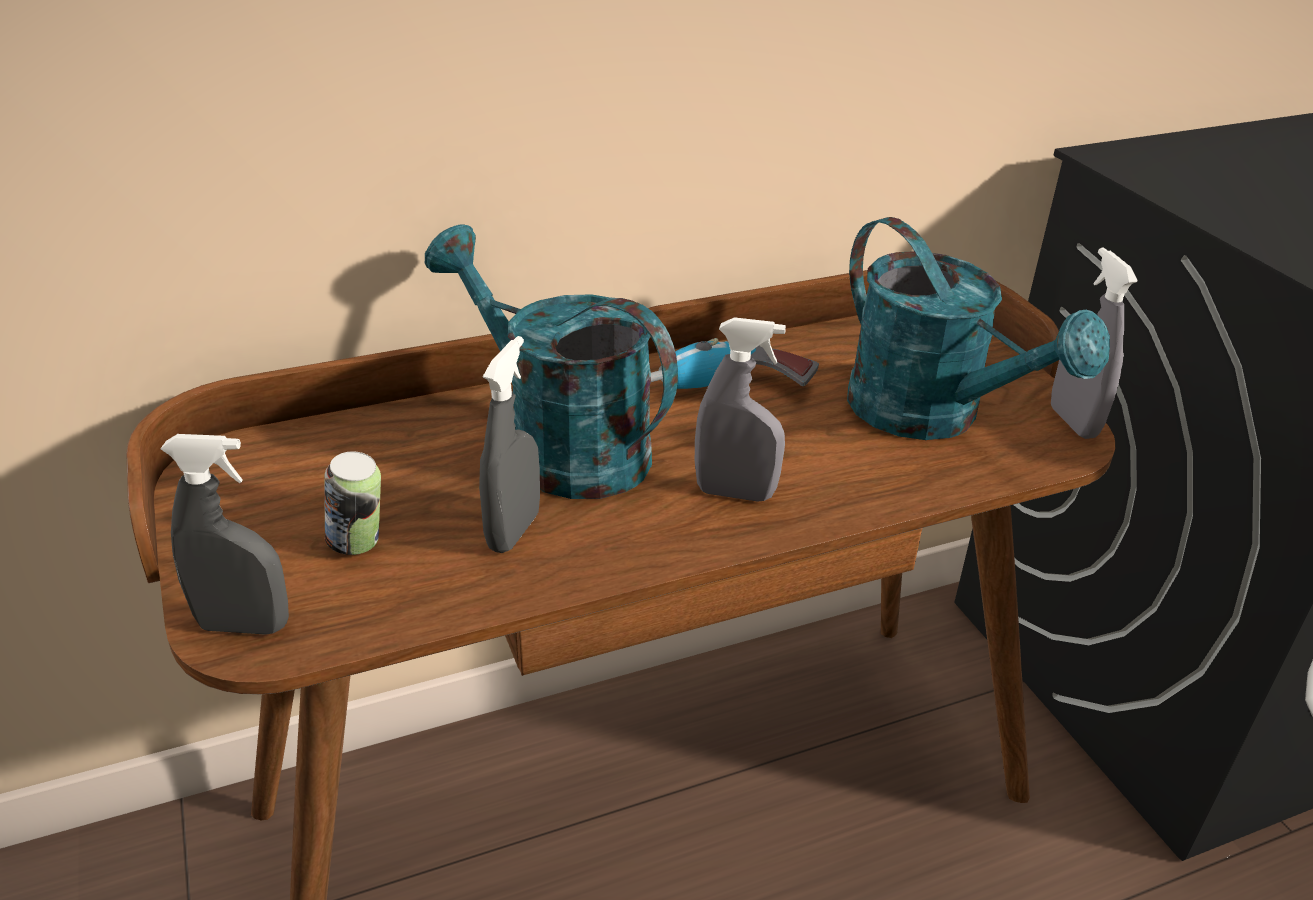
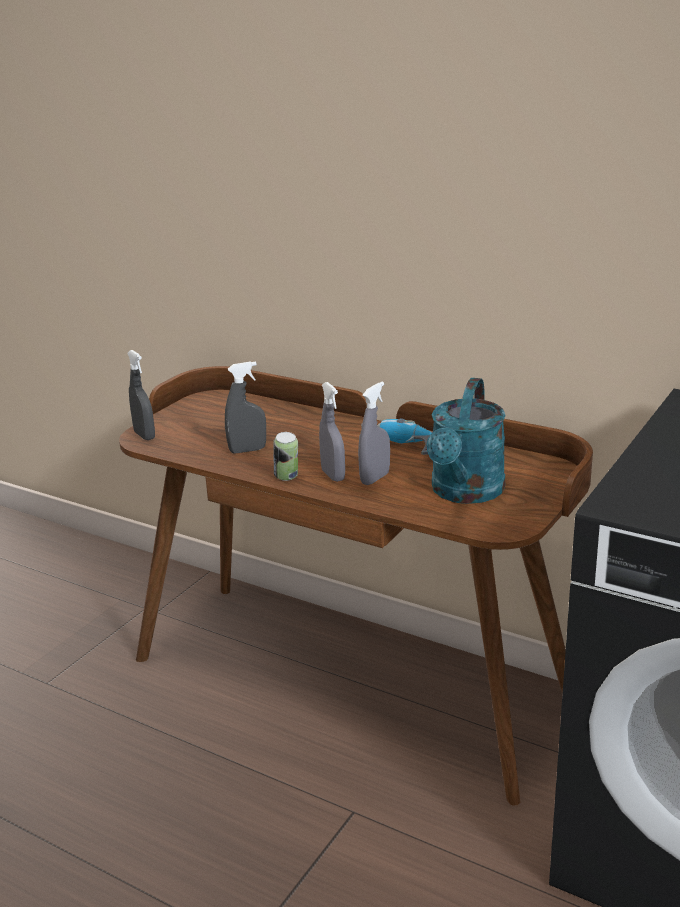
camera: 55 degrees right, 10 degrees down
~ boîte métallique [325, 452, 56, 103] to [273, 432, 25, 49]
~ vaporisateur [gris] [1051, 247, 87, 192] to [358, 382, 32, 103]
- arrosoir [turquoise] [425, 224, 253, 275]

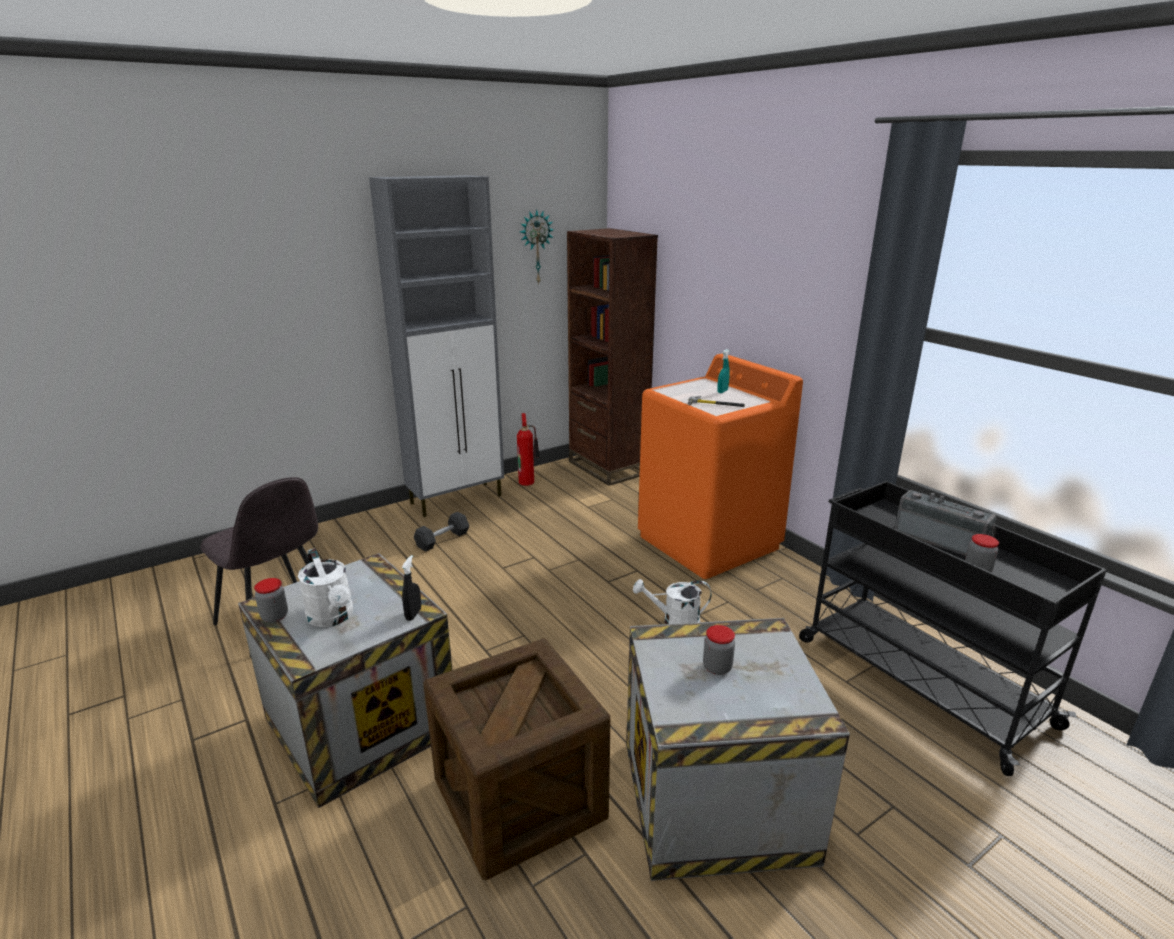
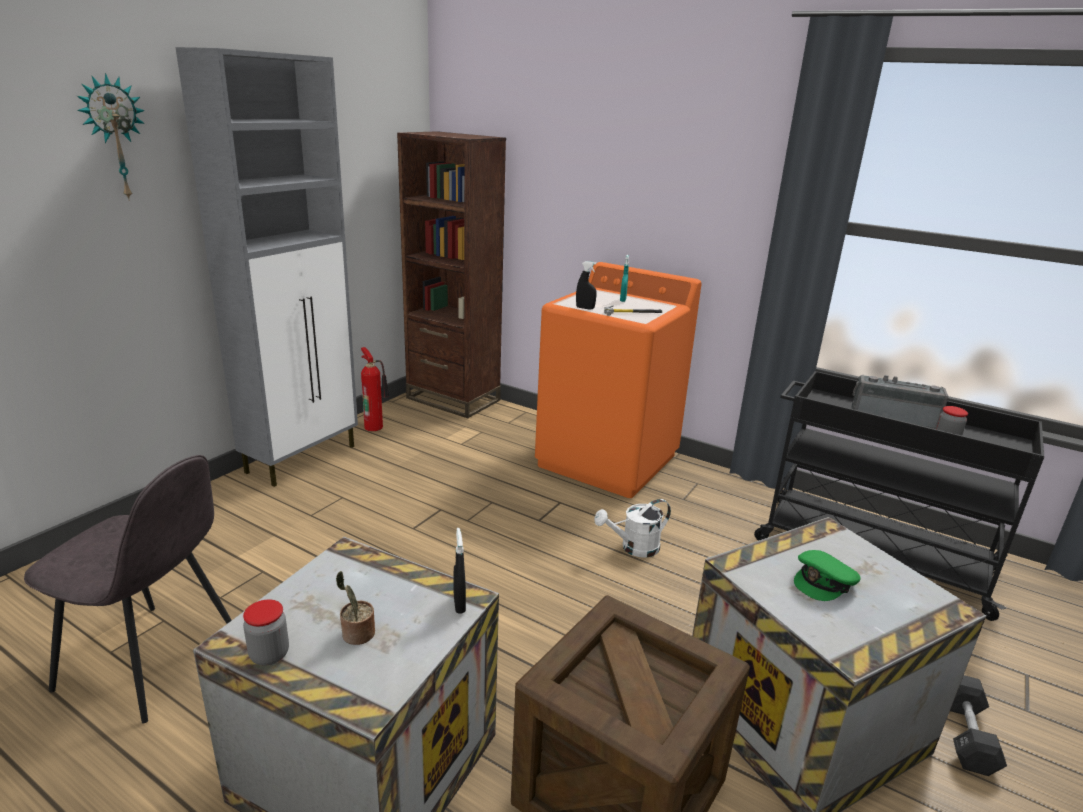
camera: 25 degrees left, 0 degrees up
~ horloge murale [520, 210, 34, 75] to [77, 73, 68, 128]
~ arrosoir [blanc] [298, 548, 55, 79] to plante en pot [336, 571, 39, 74]
+ vaporisateur [noir] [576, 261, 21, 48]
~ bocal [703, 625, 32, 50] to casquette [vert] [794, 550, 67, 51]
~ haltère [noir] [414, 512, 55, 40] to [950, 675, 57, 101]

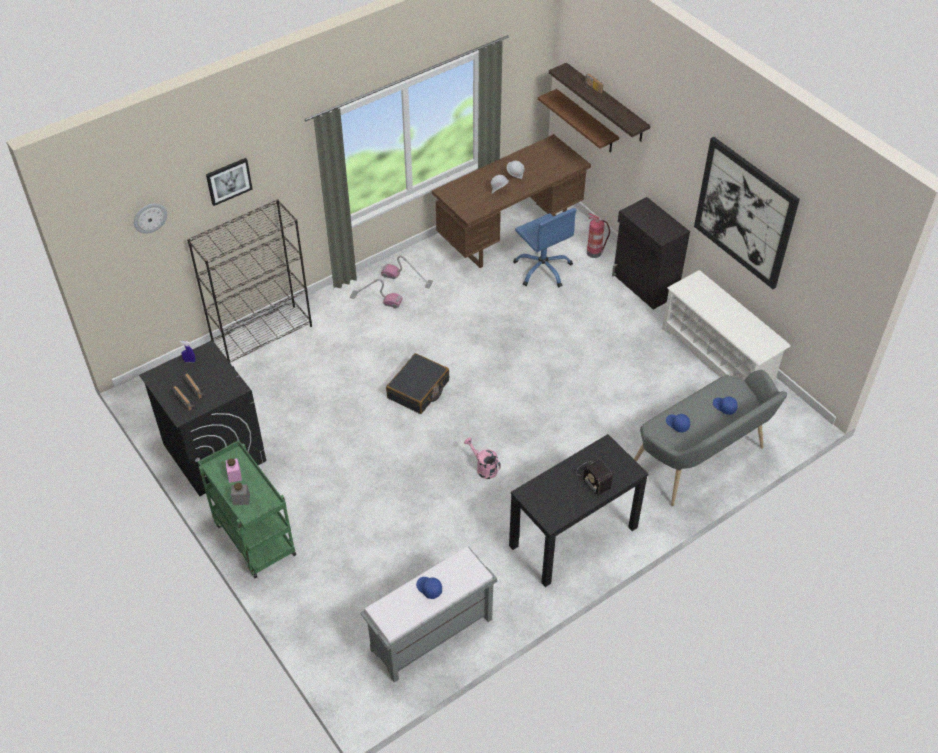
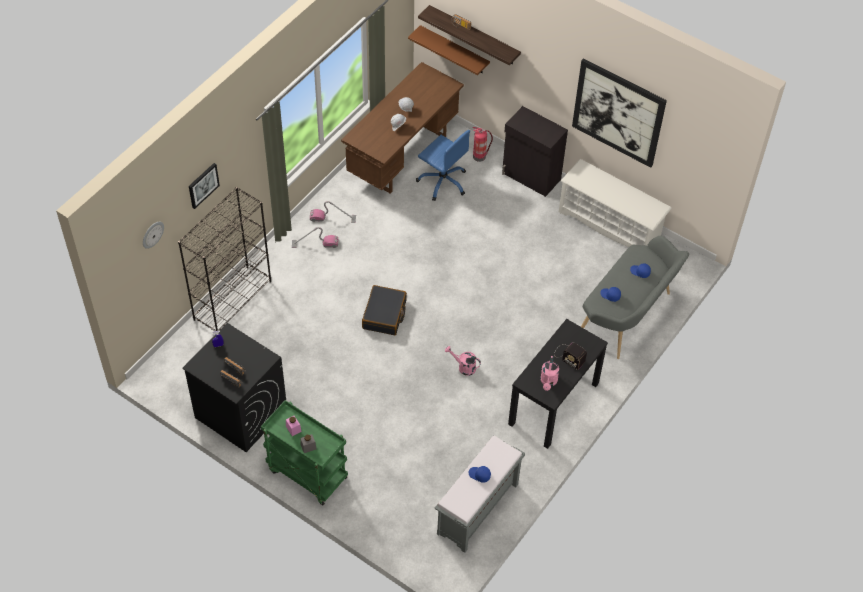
camera: 20 degrees left, 5 degrees up
+ arrosoir [rose] [540, 356, 19, 35]

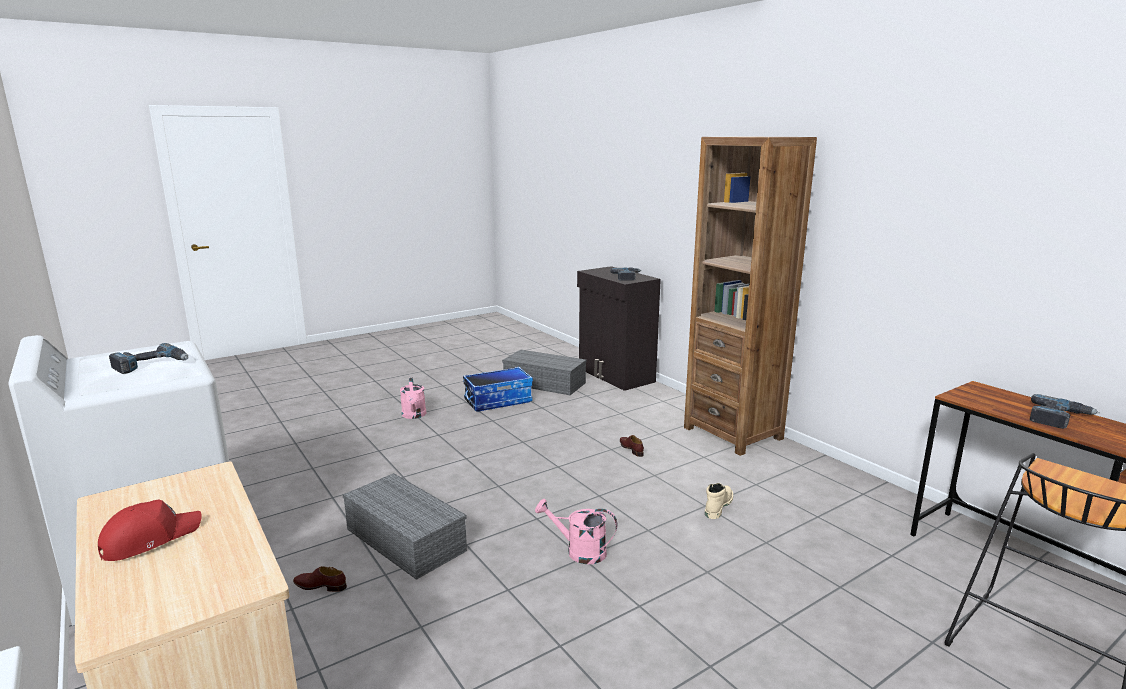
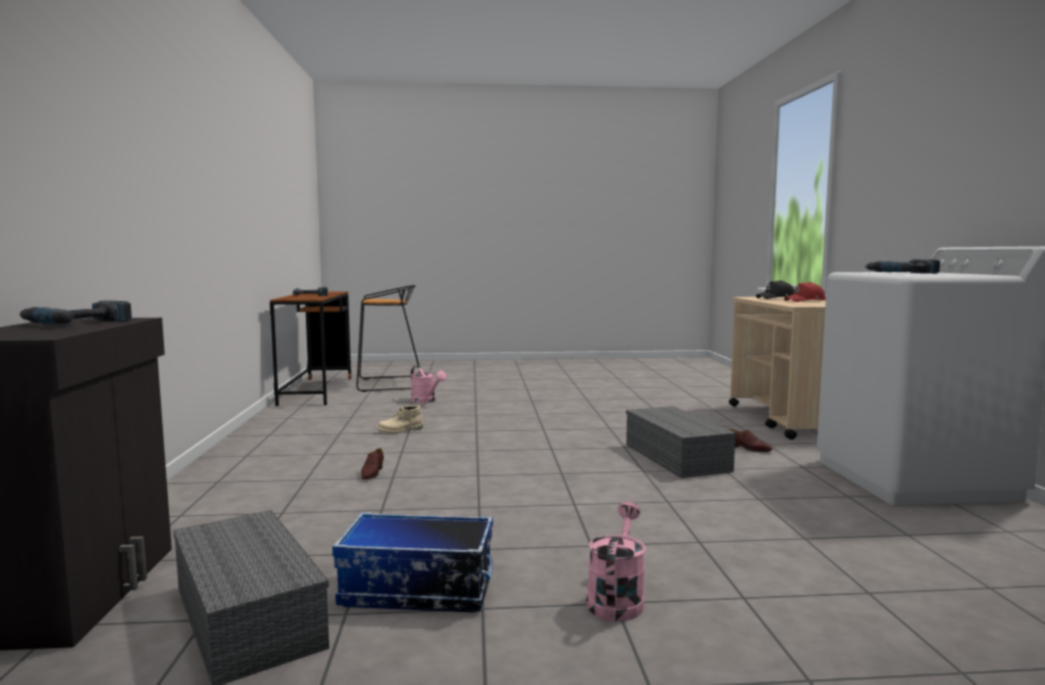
camera: 150 degrees left, 10 degrees down
~ arrosoir [rose] [535, 499, 82, 65] to [411, 366, 36, 37]
+ casquette [noir] [756, 280, 38, 19]
- bibliothèque [marron] [684, 137, 133, 319]

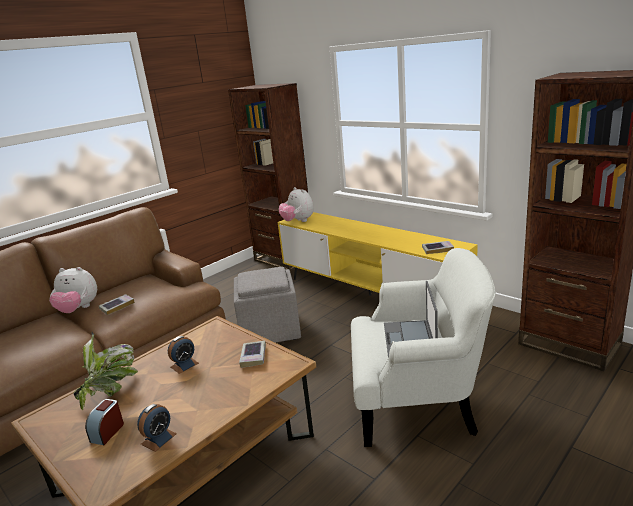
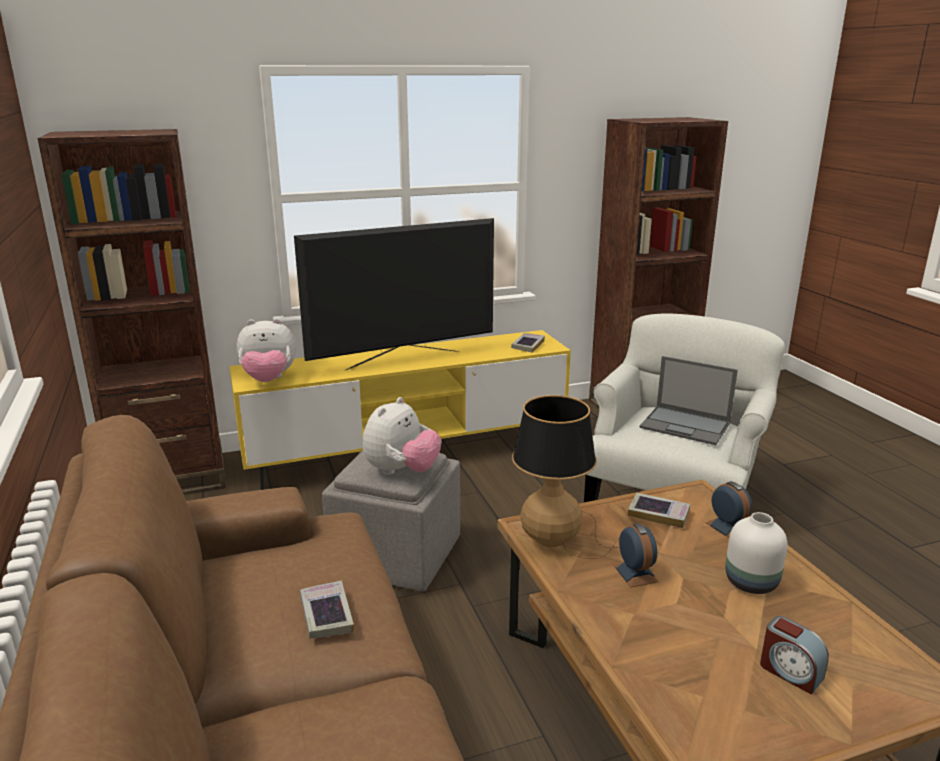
camera: 65 degrees left, 0 degrees up
+ téléviseur [294, 218, 200, 152]
~ peluche [49, 267, 48, 46] to [363, 397, 78, 78]
+ lampe de table [512, 395, 106, 164]
~ réveil [137, 404, 40, 48] to [705, 481, 47, 57]
+ vase [blanc] [725, 512, 63, 82]
- plante en pot [74, 332, 64, 79]

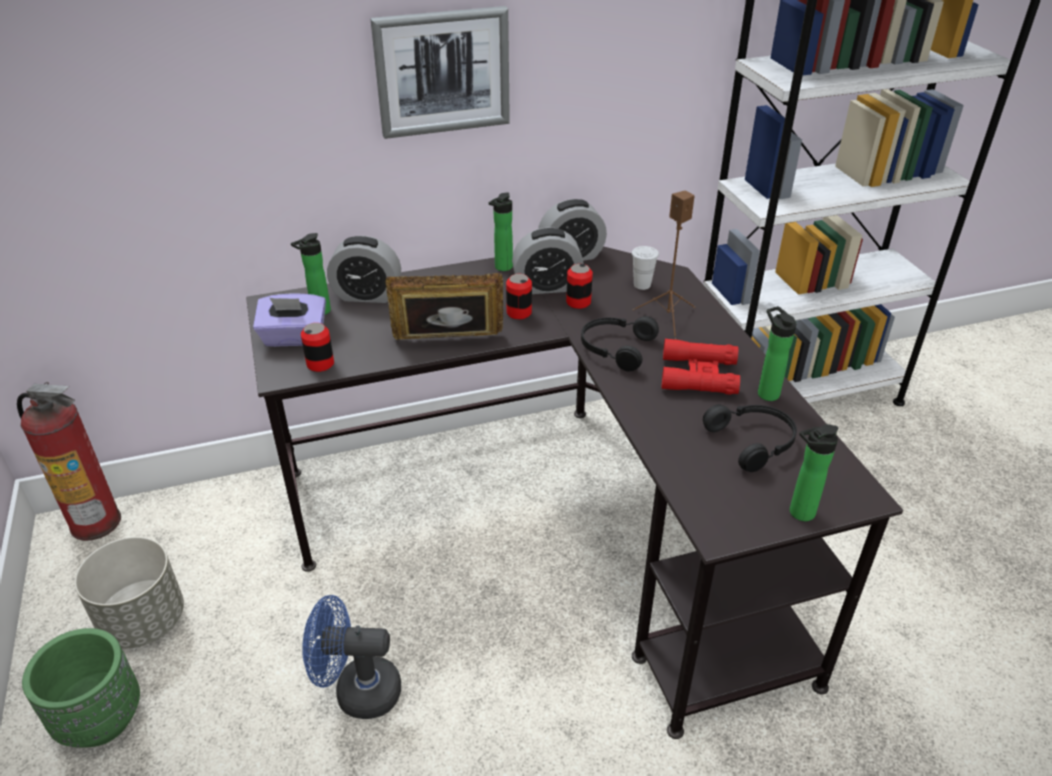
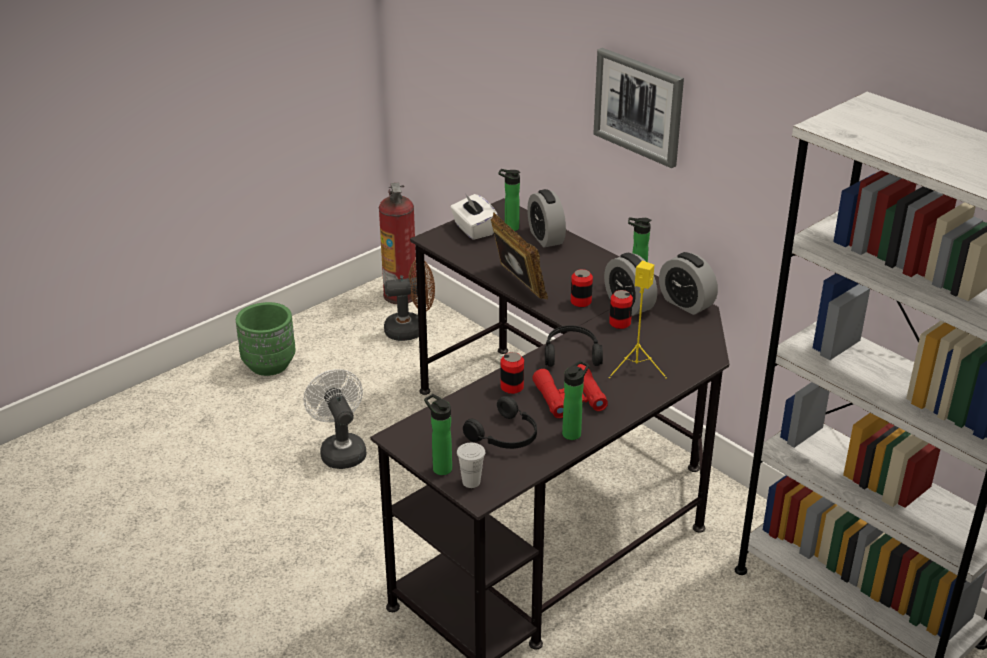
camera: 65 degrees right, 5 degrees down
~ ventilateur [bleu] [302, 595, 99, 124] to ventilateur [blanc] [304, 369, 62, 100]
+ ventilateur [marron] [384, 260, 51, 81]
~ boîte à mouchoirs [violet] [253, 293, 73, 54] to boîte à mouchoirs [blanc] [450, 193, 48, 47]
~ tasse [blanc] [632, 246, 27, 44] to [457, 443, 28, 45]
~ boîte métallique [301, 323, 33, 49] to [501, 352, 23, 42]
~ enceinte [marron] [633, 190, 62, 150] to enceinte [jaune] [609, 260, 58, 119]
- cache-pot [gris] [75, 537, 109, 111]

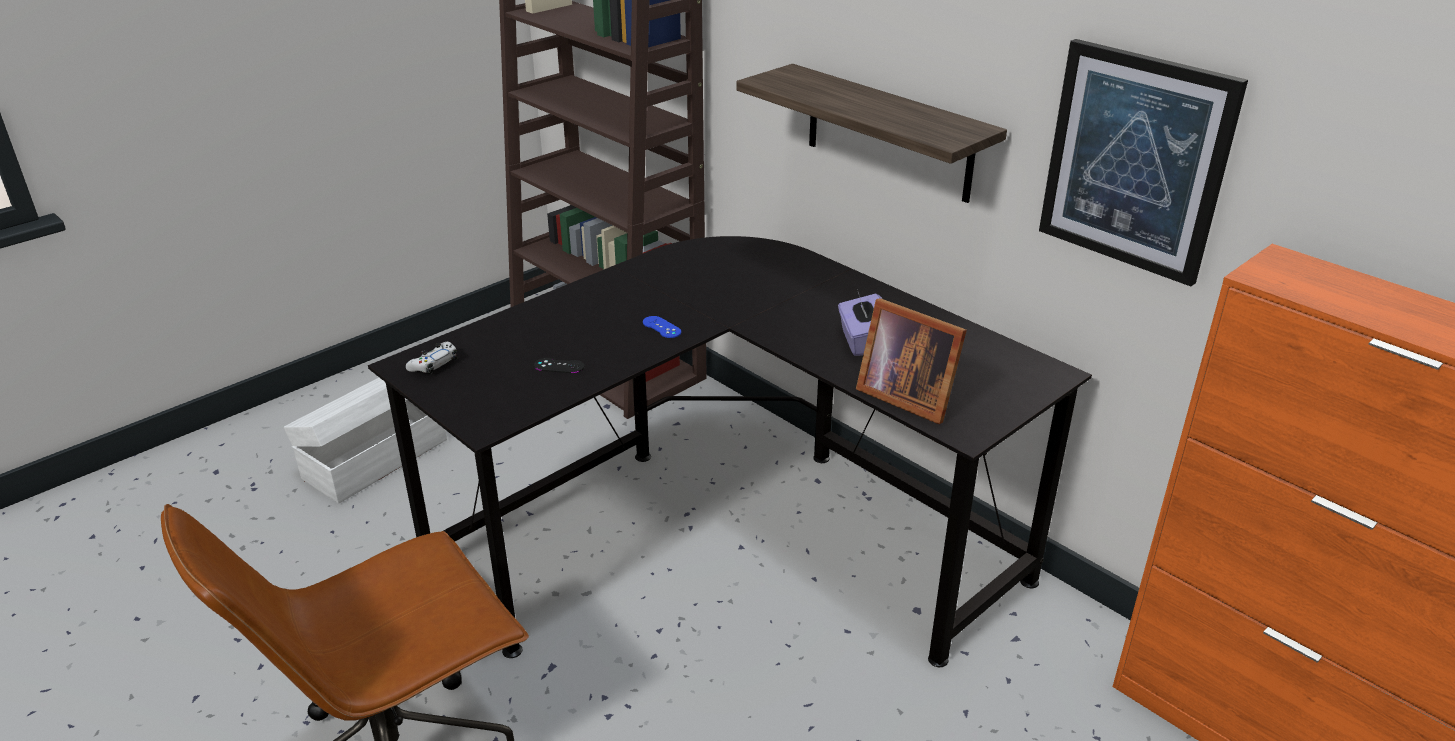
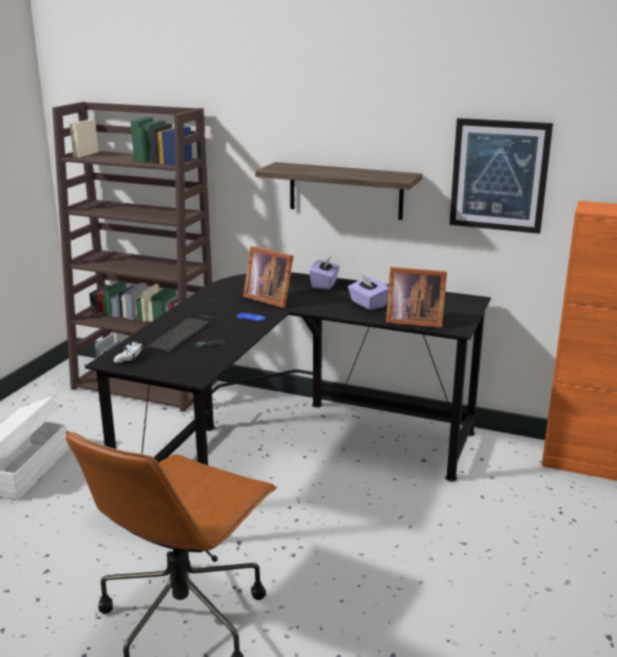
camera: 25 degrees left, 10 degrees down
+ clavier [147, 314, 82, 39]
+ cadre photo [243, 246, 50, 62]
+ boîte à mouchoirs [violet] [310, 256, 30, 34]

